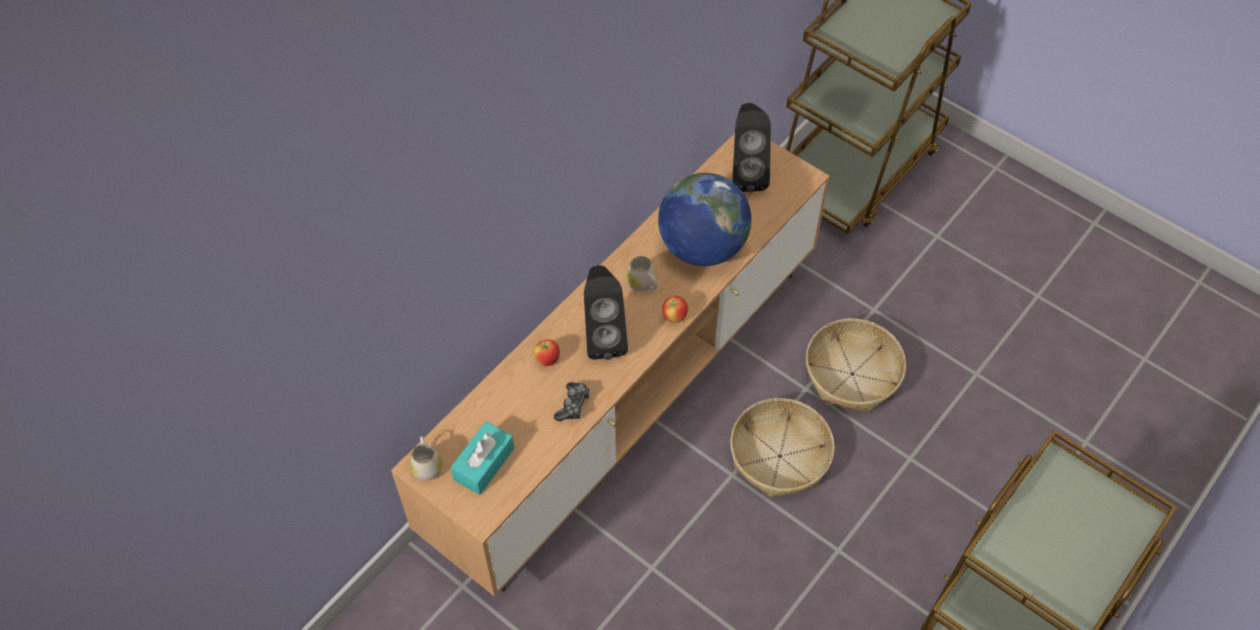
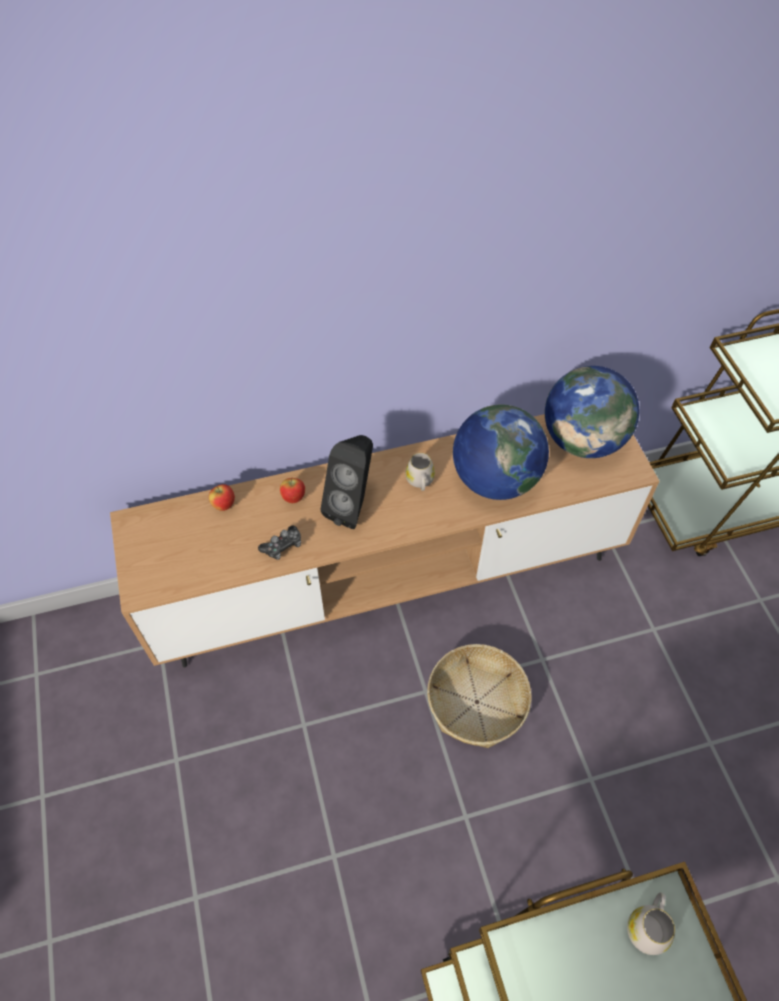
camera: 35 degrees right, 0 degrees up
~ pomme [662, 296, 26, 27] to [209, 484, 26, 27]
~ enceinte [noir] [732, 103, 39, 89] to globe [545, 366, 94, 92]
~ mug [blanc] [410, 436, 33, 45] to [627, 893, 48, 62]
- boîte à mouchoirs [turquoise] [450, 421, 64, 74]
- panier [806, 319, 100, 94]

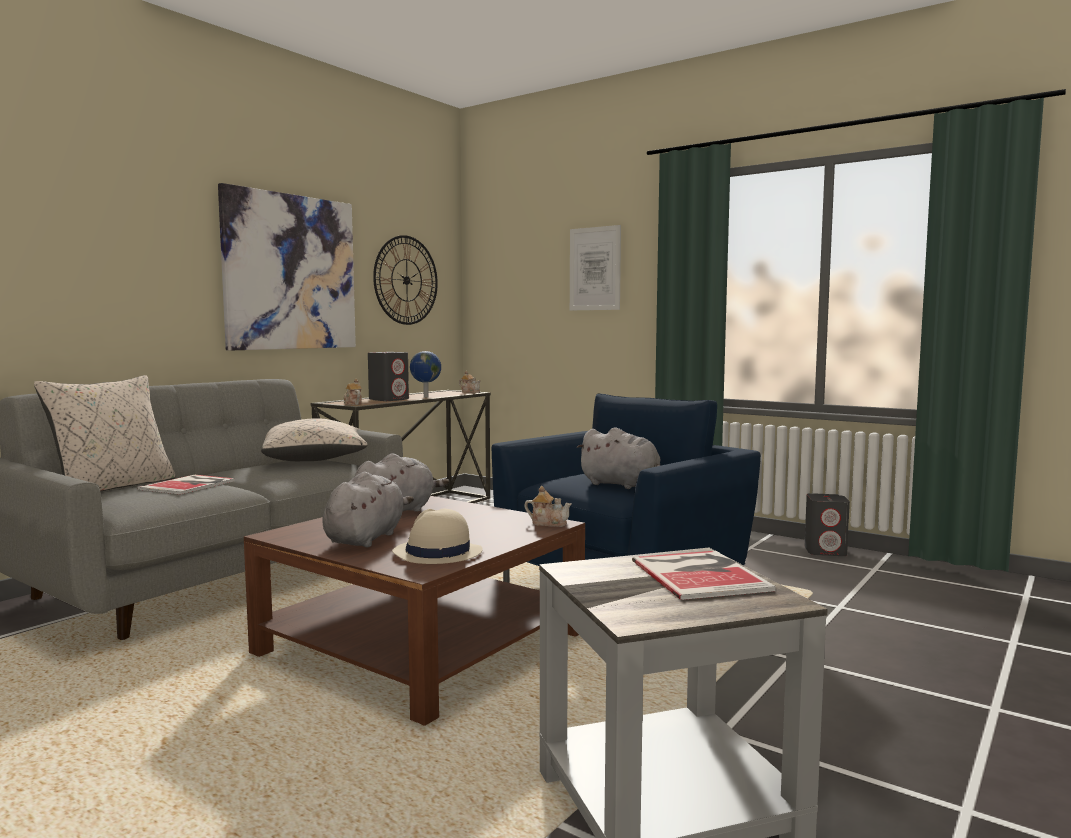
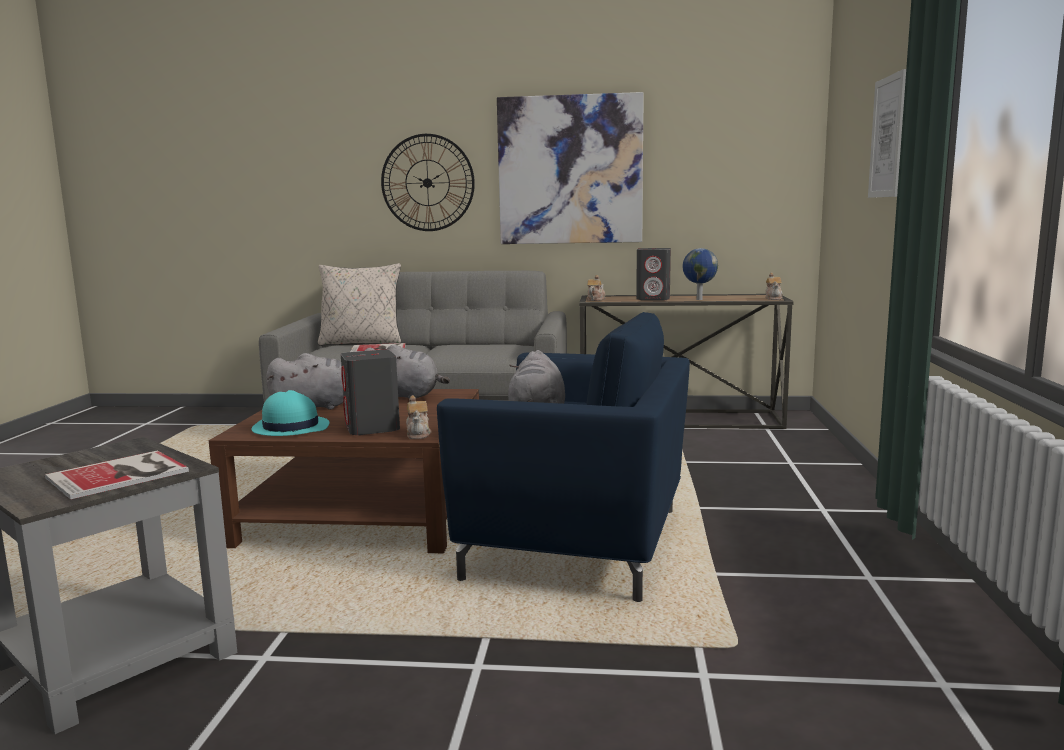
camera: 60 degrees right, 5 degrees up
~ chapeau [beige] [392, 509, 91, 55] to chapeau [turquoise] [252, 390, 77, 46]
~ enceinte [gris] [805, 493, 45, 63] to [341, 350, 59, 85]
~ horloge murale [373, 235, 65, 90] to [381, 134, 94, 97]
- coussin [beige] [261, 418, 107, 43]

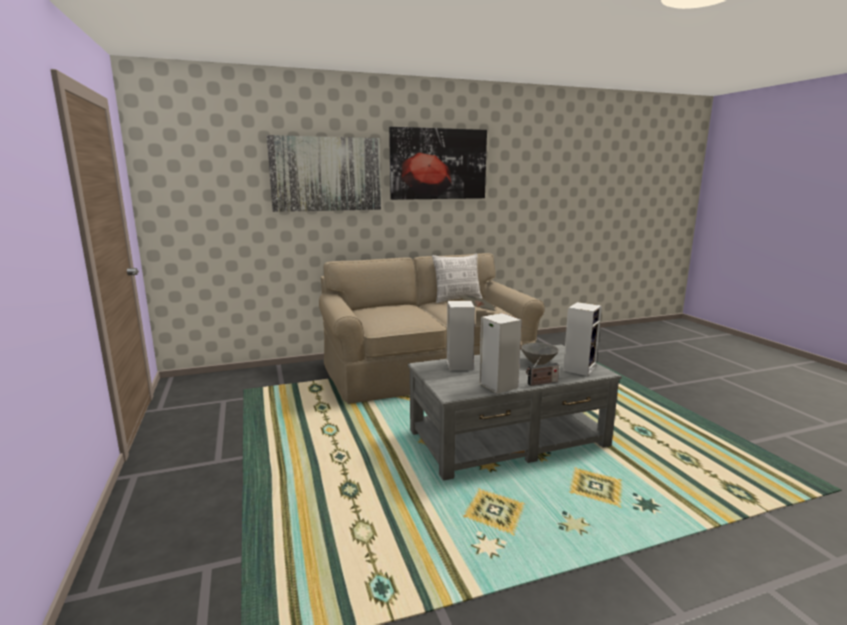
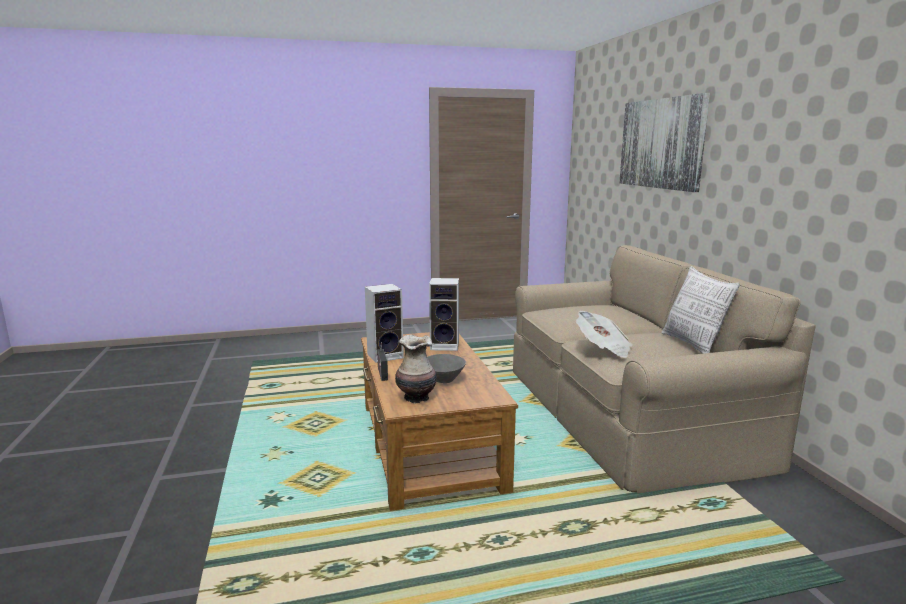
camera: 95 degrees right, 0 degrees up
~ table basse [gris] [408, 344, 214, 137] to table basse [marron] [361, 332, 157, 179]
~ enceinte [563, 302, 39, 74] to vase [395, 335, 42, 68]
- tableau [389, 127, 98, 73]

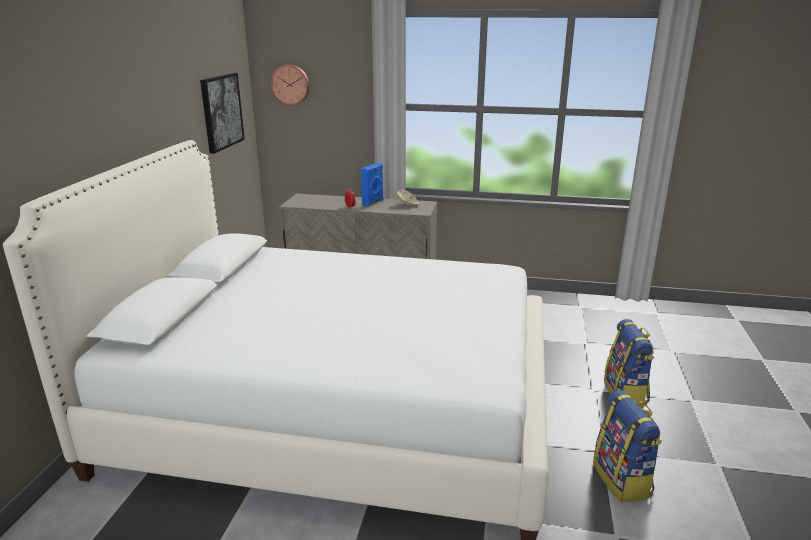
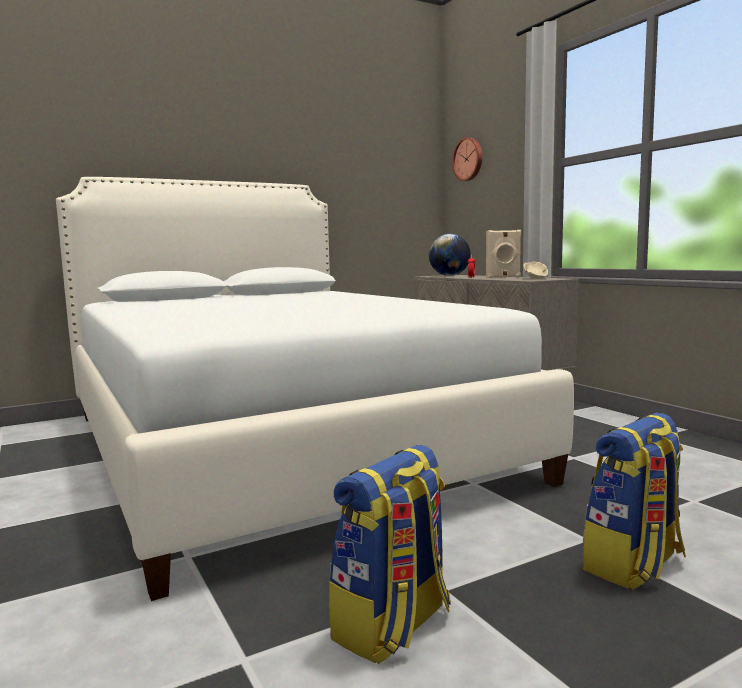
camera: 50 degrees right, 15 degrees down
+ globe [429, 233, 42, 43]
~ enceinte [bleu] [361, 163, 22, 44] to enceinte [beige] [486, 230, 35, 48]
- tableau [200, 73, 45, 81]

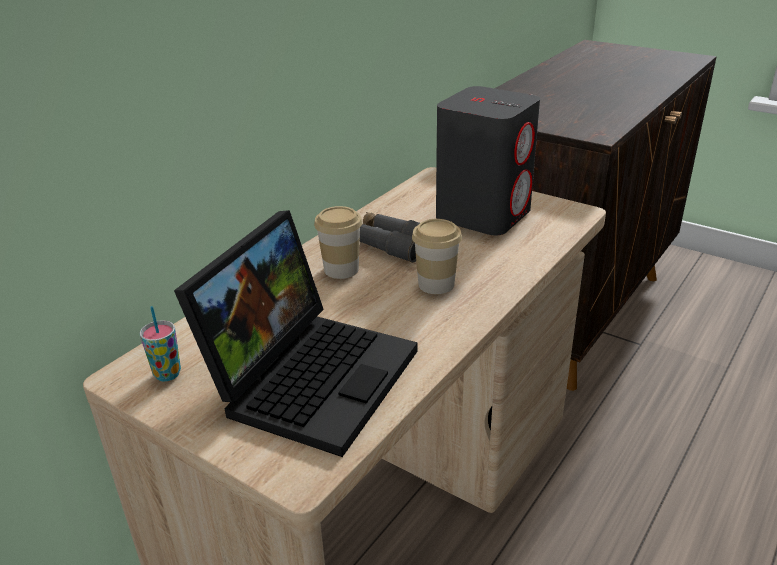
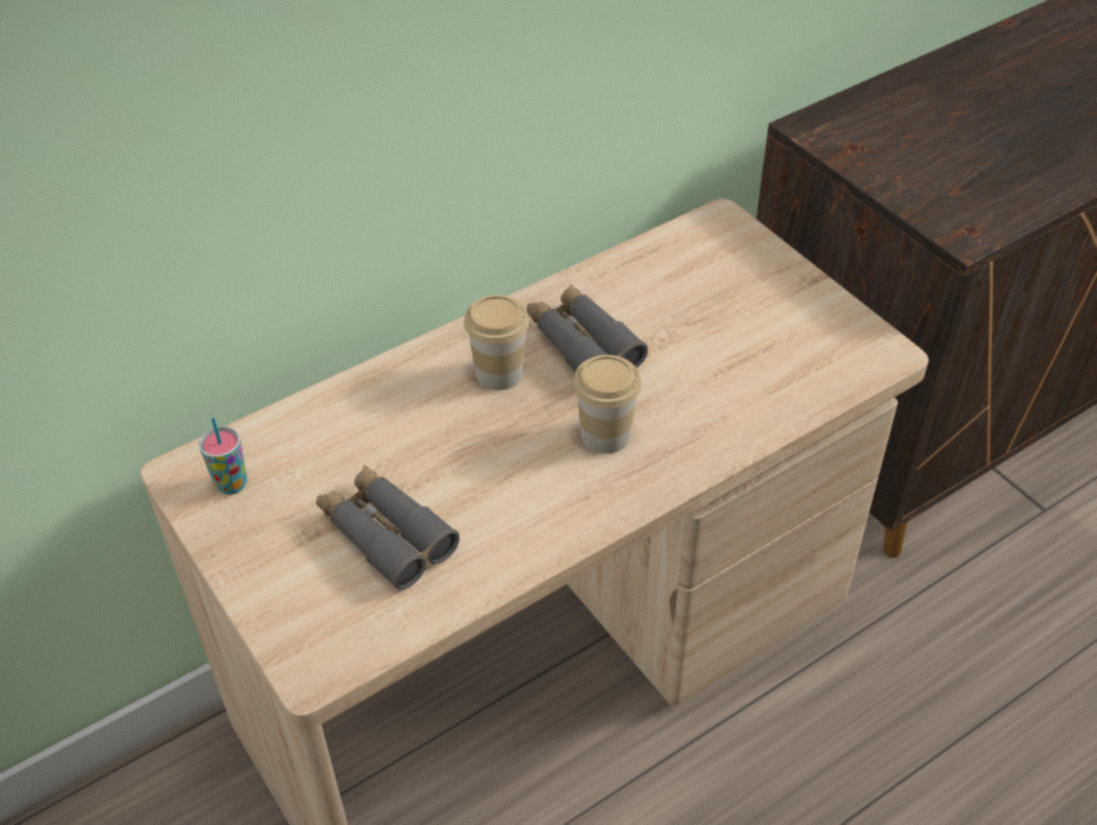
camera: 20 degrees right, 15 degrees up
~ ordinateur portable [174, 210, 244, 247] to jumelles [gris] [316, 465, 143, 125]
- enceinte [gris] [436, 86, 104, 149]

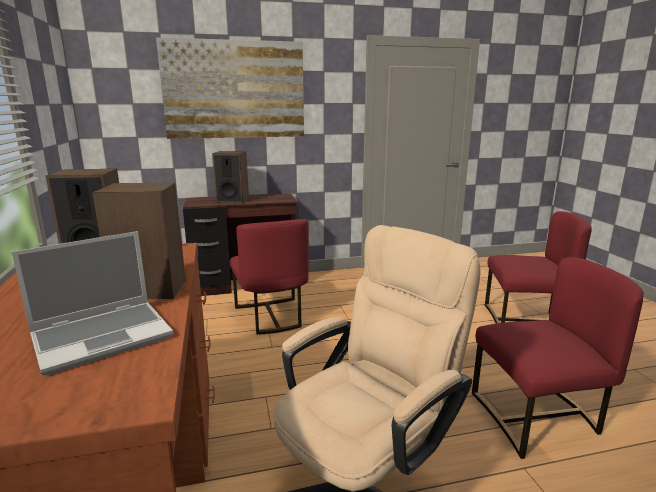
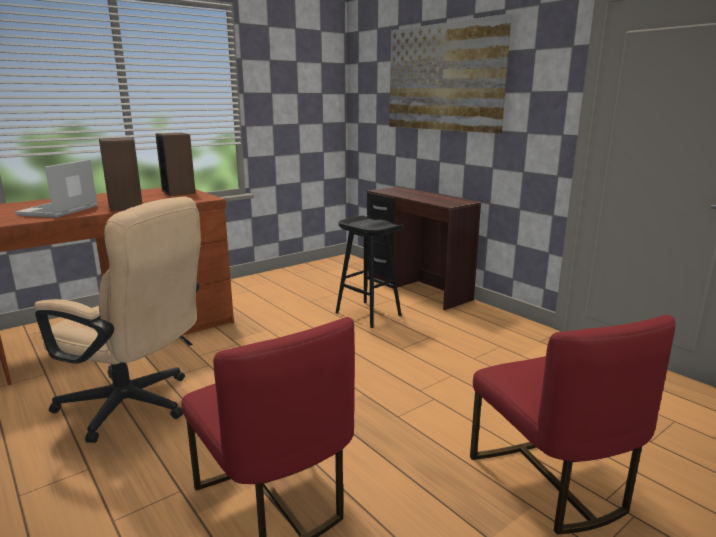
camera: 65 degrees right, 0 degrees up
~ ordinateur portable [12, 231, 161, 144] = [15, 159, 83, 59] 75 degrees clockwise
~ chaise [rouge] [230, 219, 79, 116] to tabouret [noir] [336, 216, 67, 112]
- enceinte [212, 151, 37, 52]

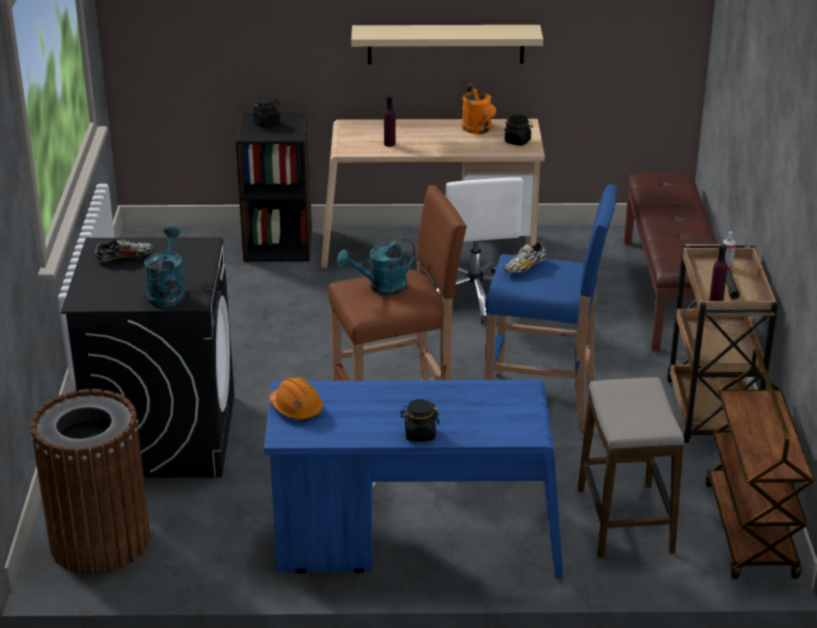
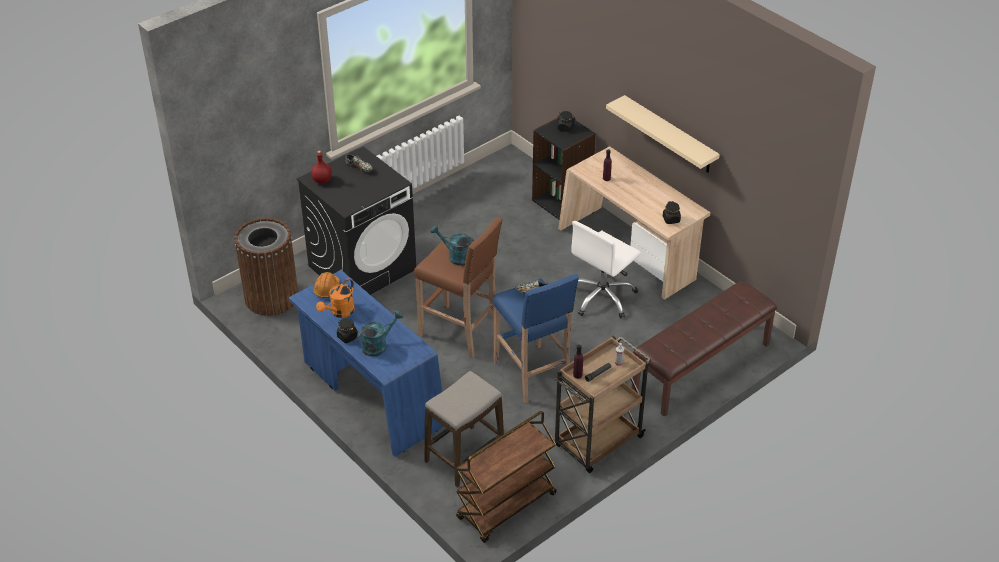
camera: 50 degrees right, 10 degrees up
+ bouteille [rouge] [311, 151, 21, 33]
~ arrosoir [orange] [462, 83, 34, 51] to [316, 278, 39, 40]
~ arrosoir [turquoise] [144, 226, 41, 82] to [356, 310, 47, 47]

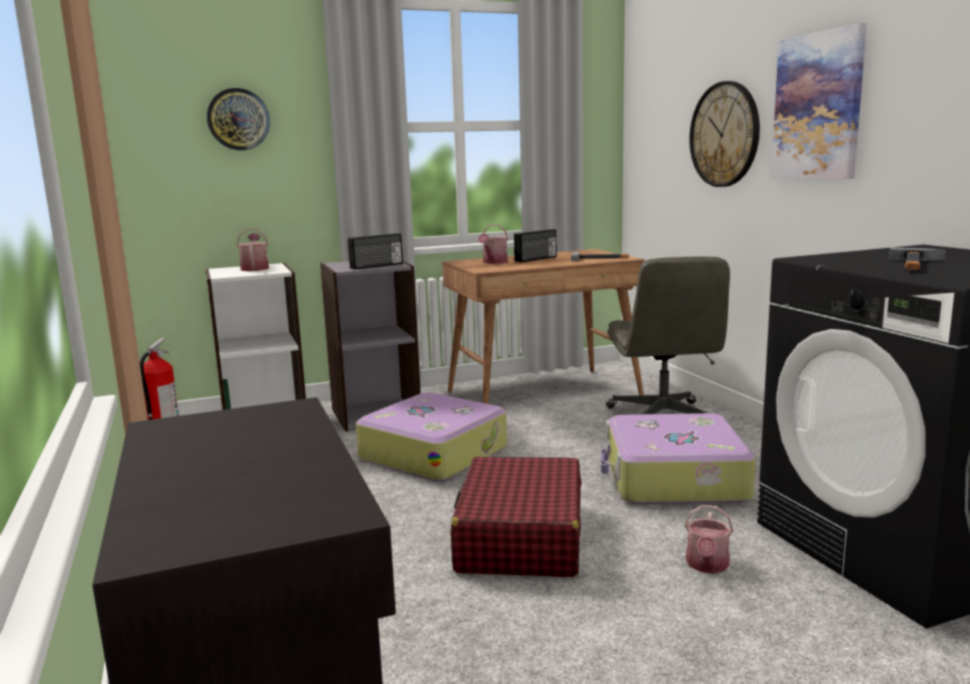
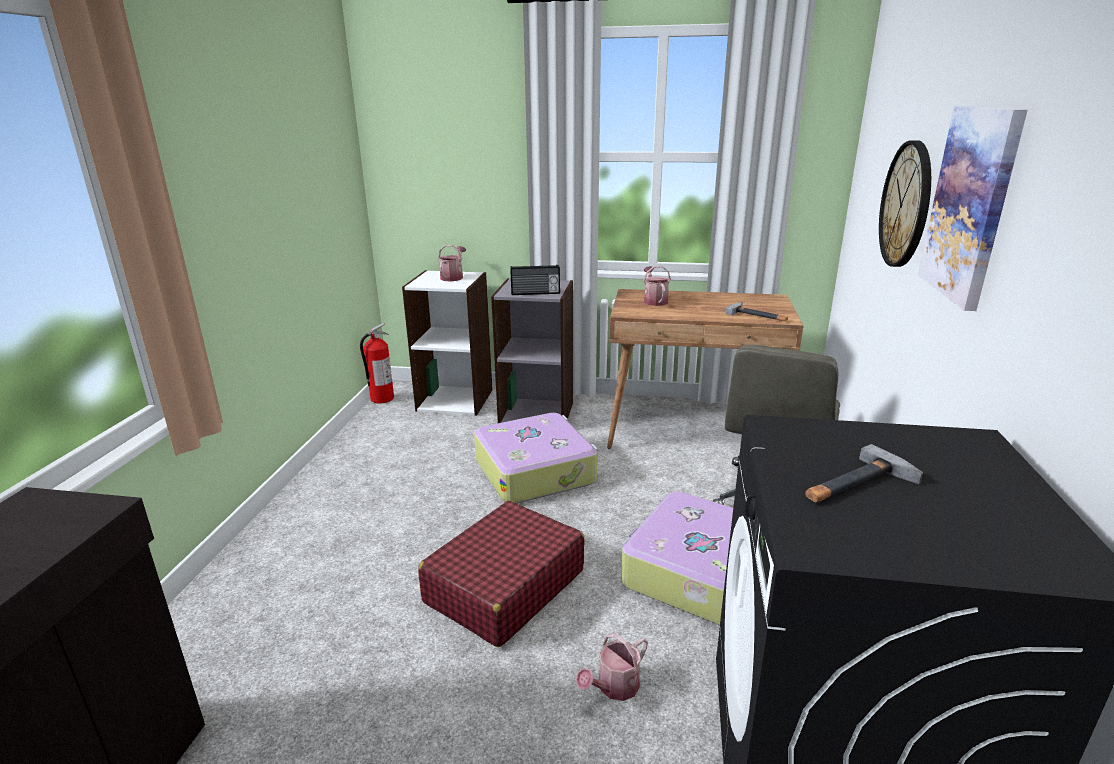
camera: 30 degrees right, 10 degrees up
~ arrosoir [478, 224, 30, 40] = [643, 266, 28, 40] 120 degrees clockwise
- horloge murale [207, 88, 63, 62]
- radio [514, 229, 43, 33]

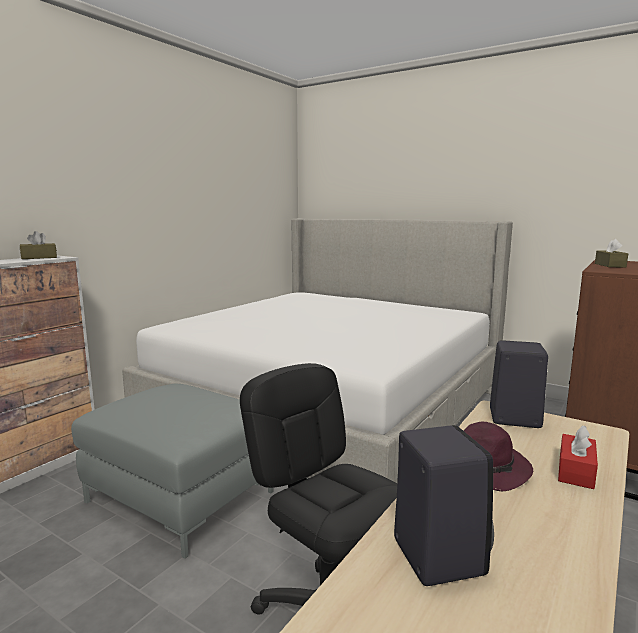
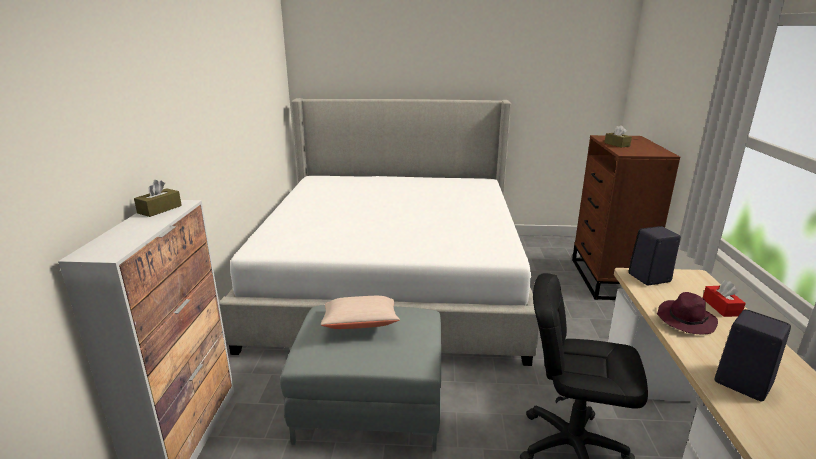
camera: 30 degrees left, 10 degrees up
+ coussin [beige] [321, 296, 79, 33]

